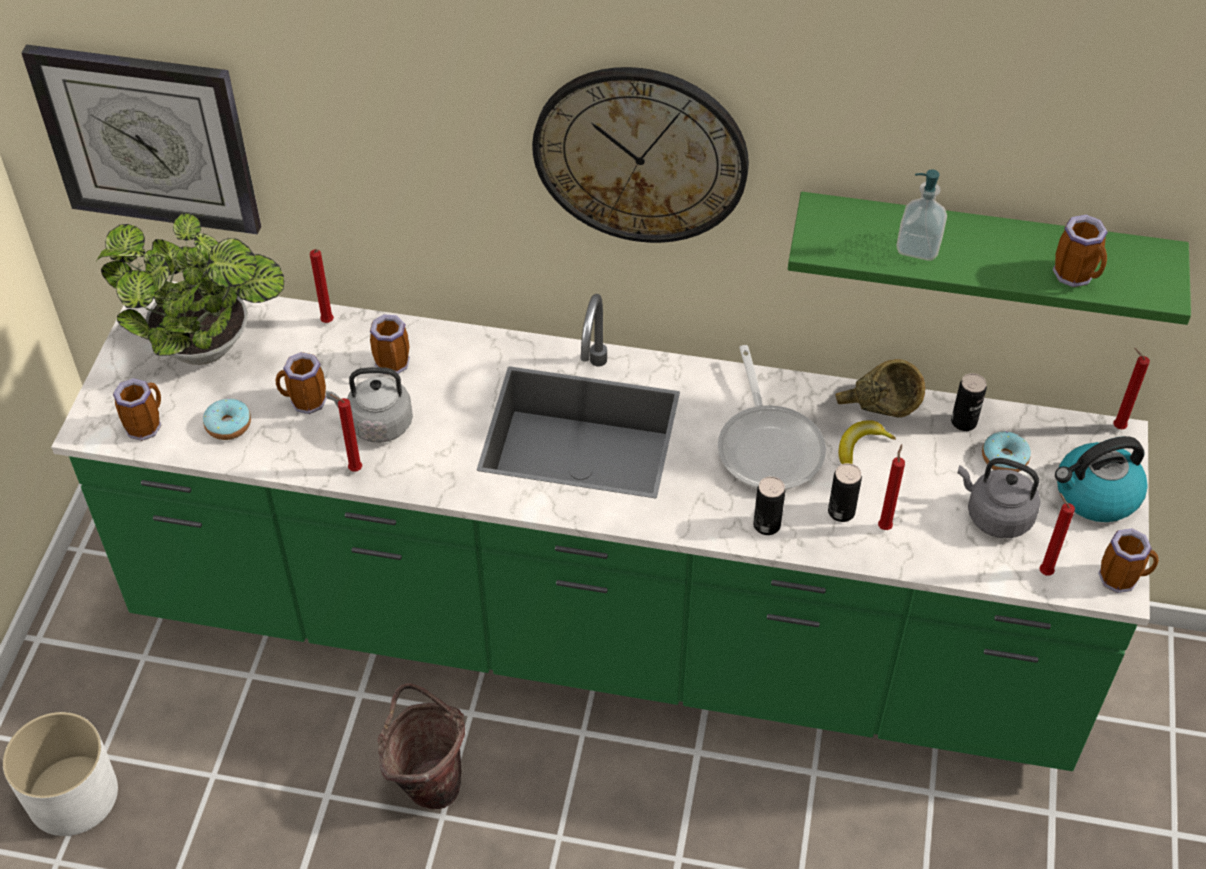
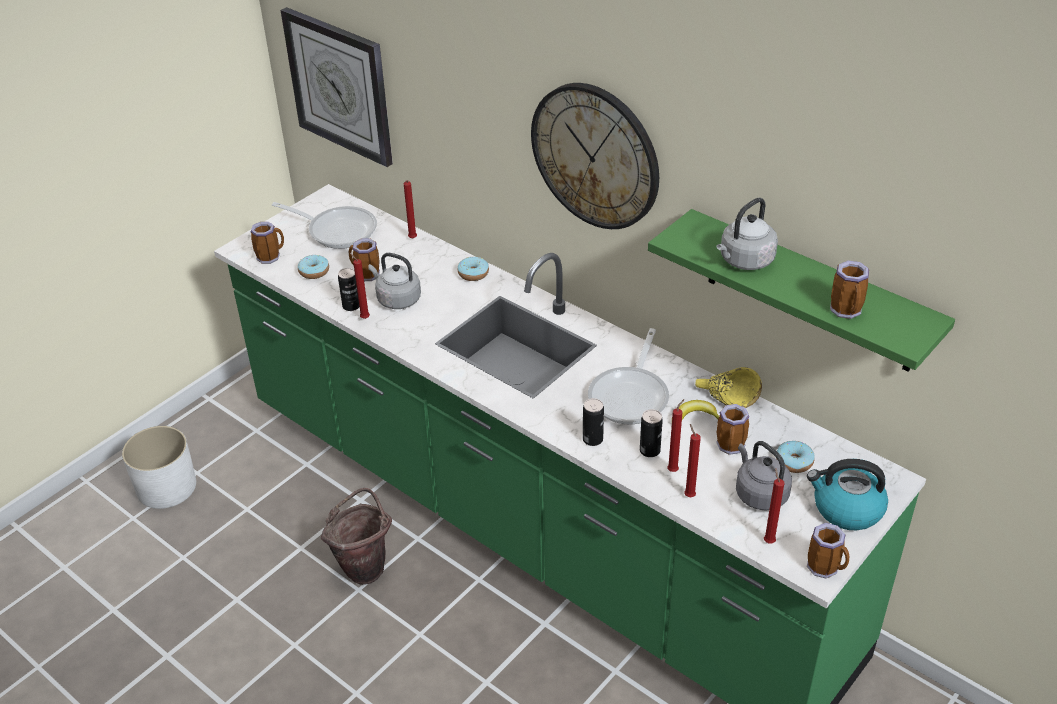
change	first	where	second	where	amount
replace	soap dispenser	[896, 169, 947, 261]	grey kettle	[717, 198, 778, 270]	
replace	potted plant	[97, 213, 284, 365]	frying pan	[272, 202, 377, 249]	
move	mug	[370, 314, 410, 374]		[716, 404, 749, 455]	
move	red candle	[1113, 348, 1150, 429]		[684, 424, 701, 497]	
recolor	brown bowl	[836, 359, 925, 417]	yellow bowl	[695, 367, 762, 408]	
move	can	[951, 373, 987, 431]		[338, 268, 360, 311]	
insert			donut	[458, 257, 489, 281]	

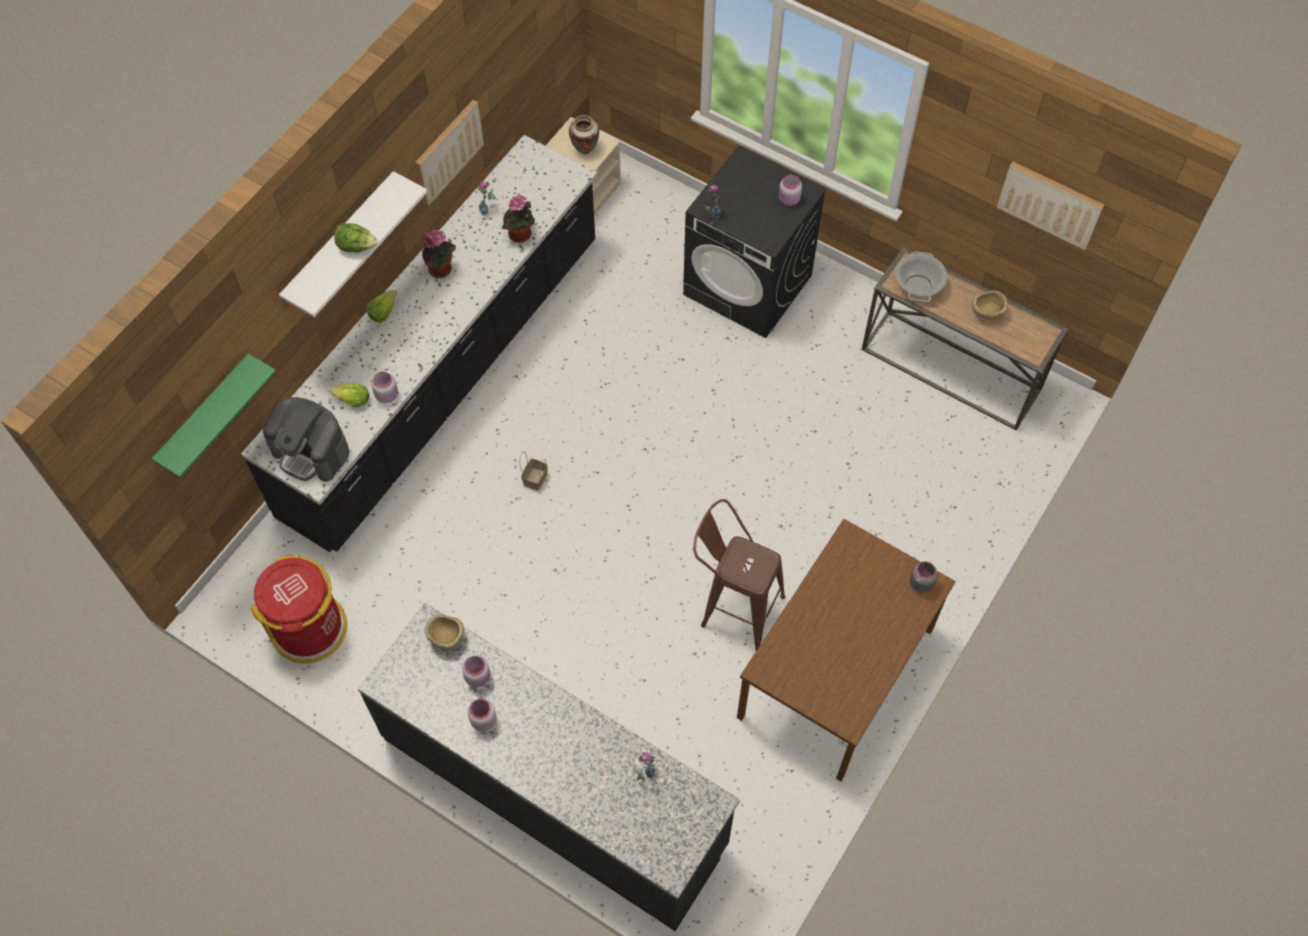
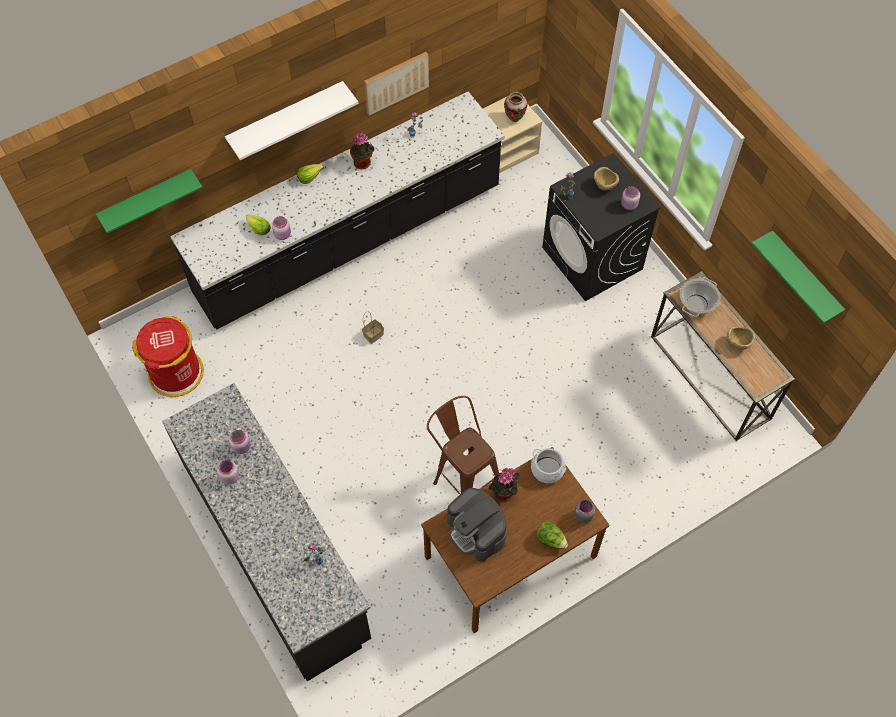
change	first	where	second	where	amount
replace	picture	[997, 161, 1105, 250]	green shelf	[751, 230, 845, 324]	
move	potted plant	[502, 195, 535, 243]		[489, 468, 520, 501]	
move	lettuce	[334, 223, 378, 252]		[536, 521, 568, 549]	
move	coffee machine	[263, 397, 349, 482]		[447, 488, 507, 562]	
move	beige bowl	[425, 614, 464, 650]		[594, 167, 619, 190]	
insert			cooking pot	[531, 448, 566, 483]	

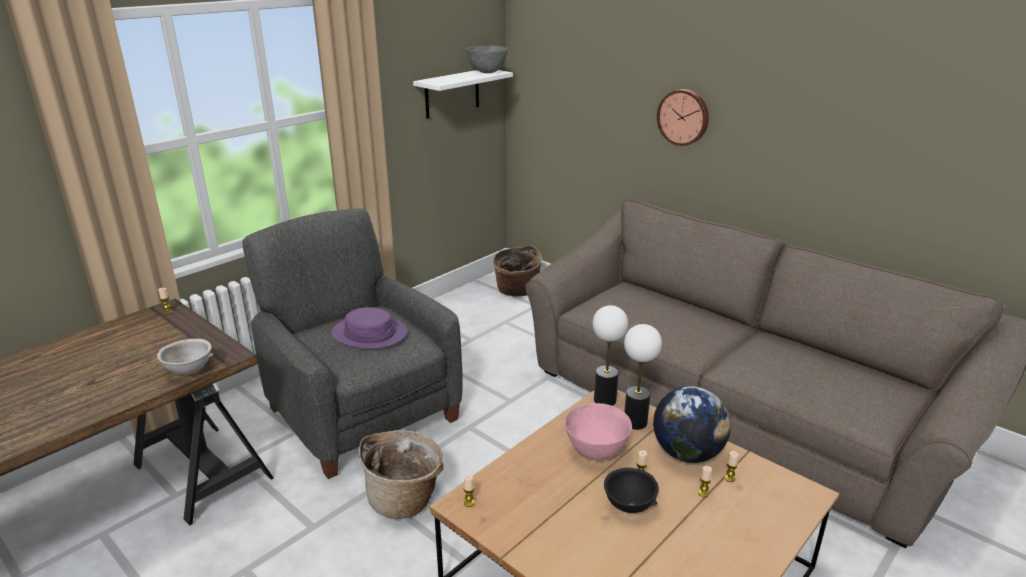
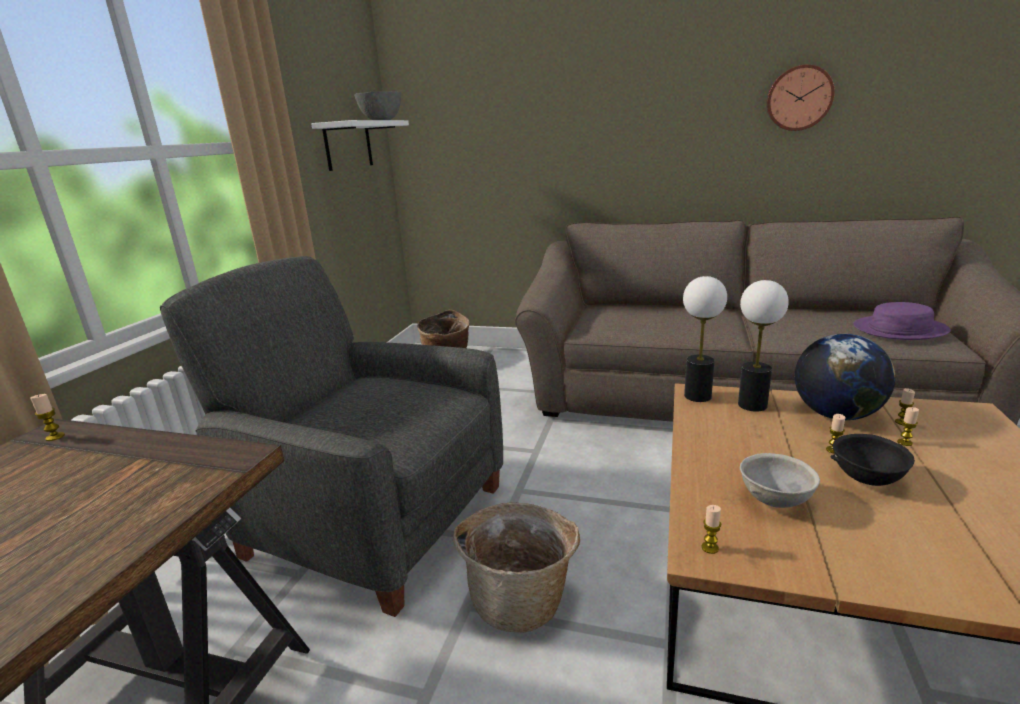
change	first	where	second	where	amount
move	wall clock	[657, 89, 709, 146]		[766, 64, 835, 131]	
move	purple hat	[332, 307, 407, 349]		[853, 302, 951, 340]	
move	grey bowl	[157, 339, 214, 375]		[740, 453, 820, 508]	
delete	pink bowl	[565, 403, 632, 461]			

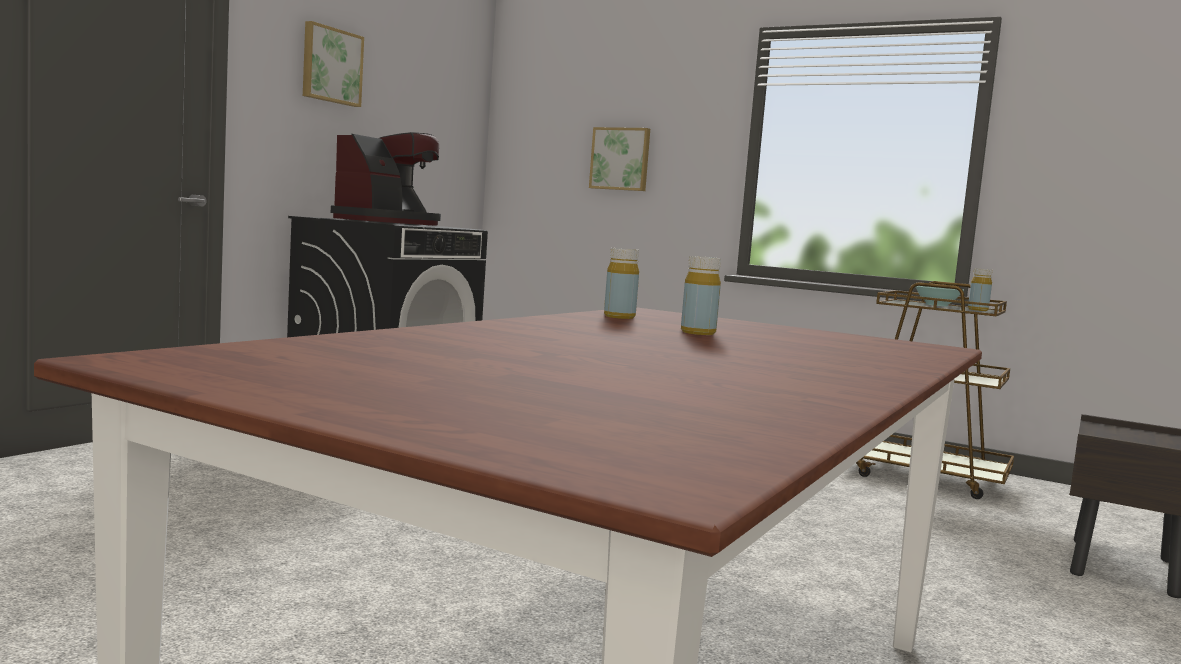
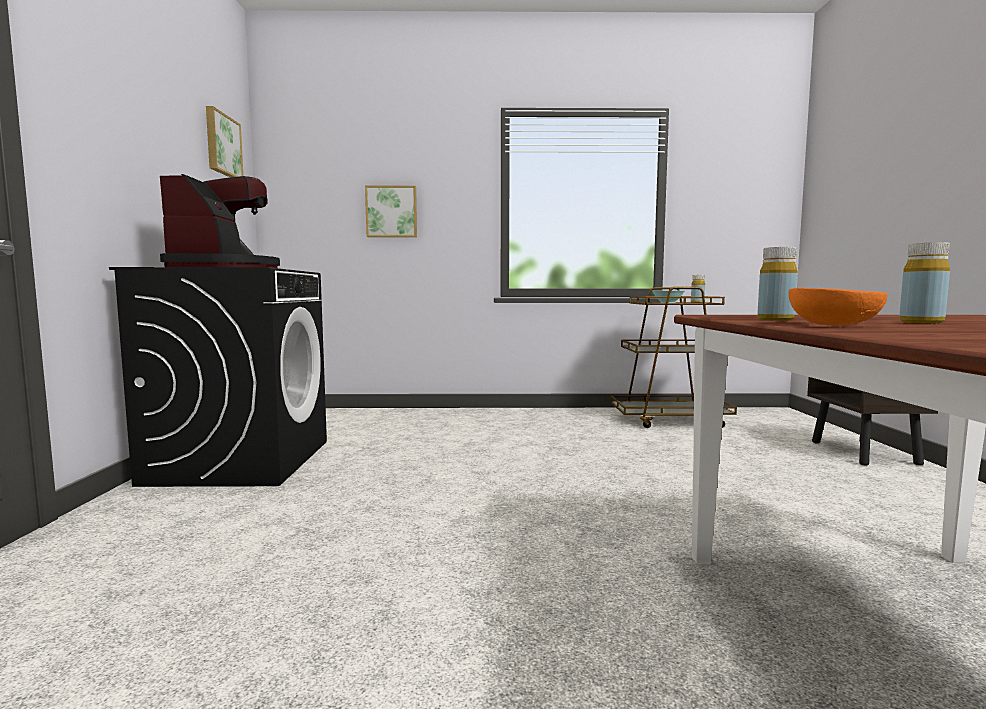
change	first	where	second	where	amount
move	picture	[303, 21, 364, 107]		[206, 106, 243, 177]	
insert			orange bowl	[788, 288, 888, 326]	

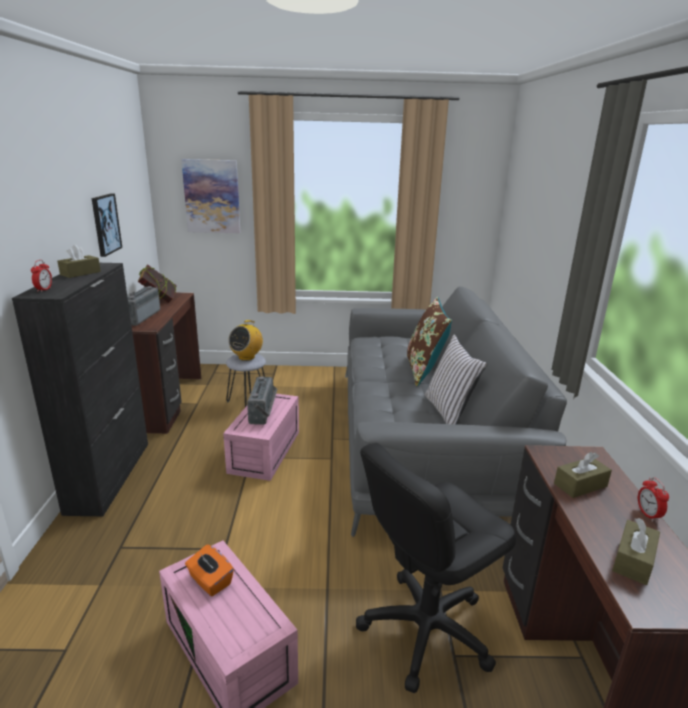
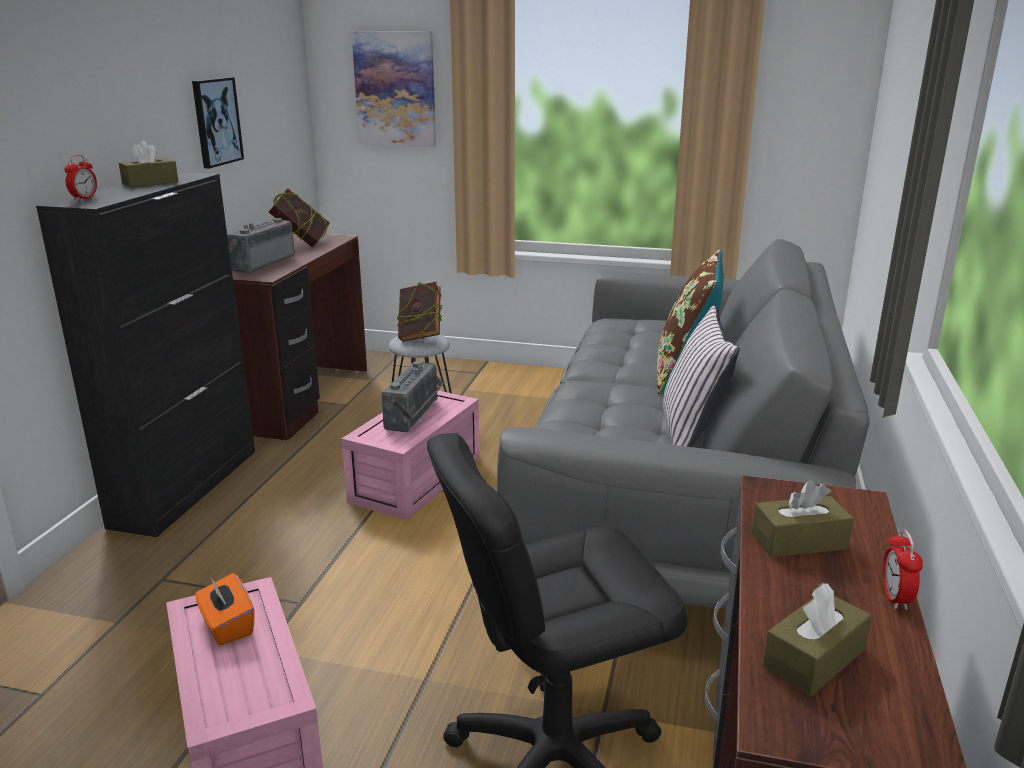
change	first	where	second	where	amount
replace	radio	[229, 320, 263, 361]	book	[397, 282, 442, 342]	

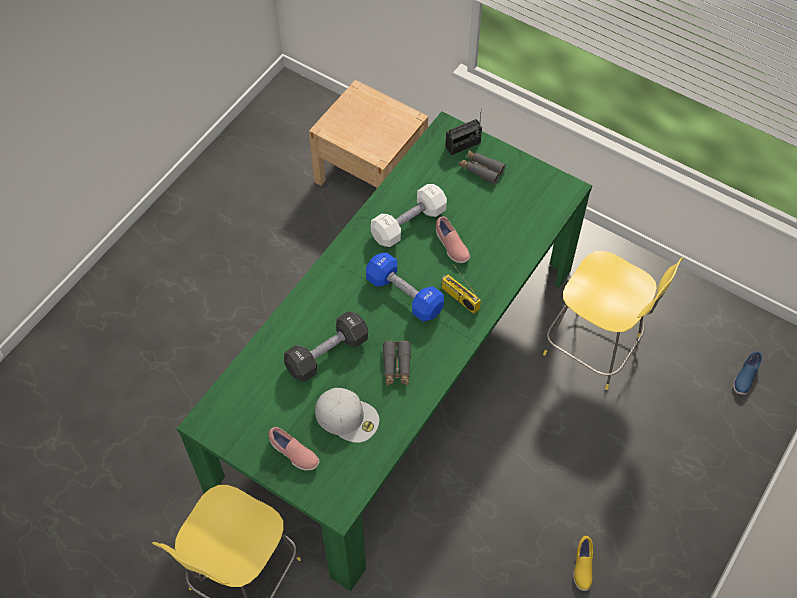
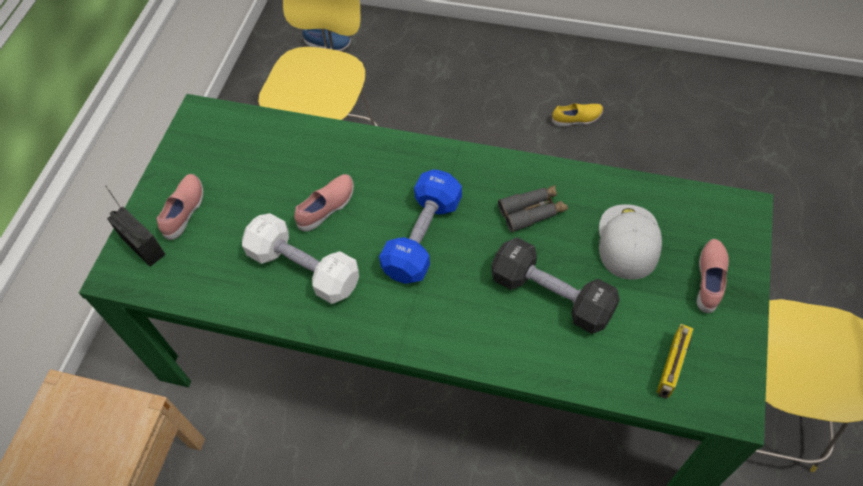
change	first	where	second	where	amount
replace	grey binoculars	[459, 150, 506, 184]	pink shoe	[157, 174, 203, 240]	
move	radio	[441, 264, 481, 314]		[656, 324, 694, 399]	

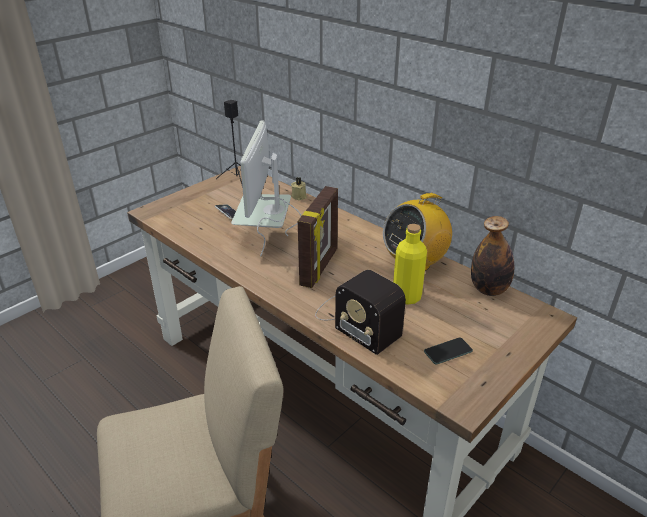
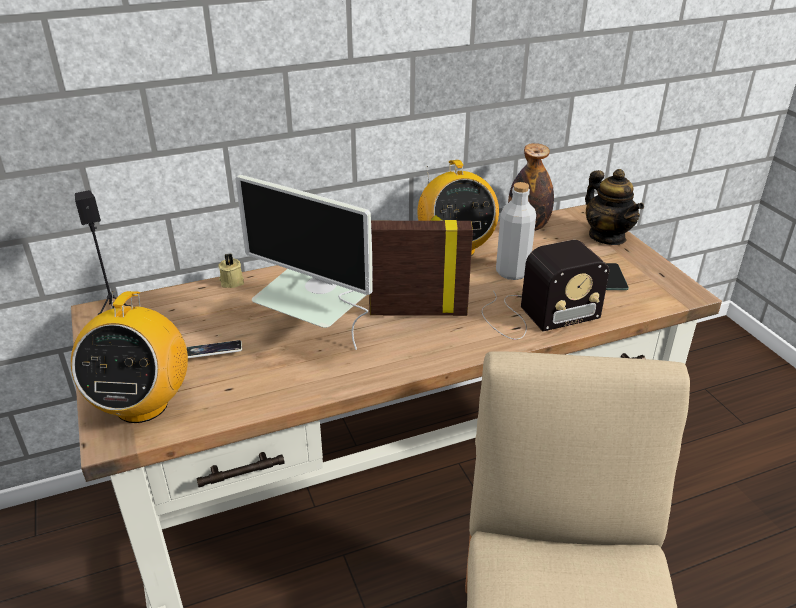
change	first	where	second	where	amount
rotate	picture frame	[298, 186, 338, 288]		[369, 215, 473, 316]	45 degrees counterclockwise
recolor	yellow bottle	[393, 224, 427, 305]	grey bottle	[496, 182, 536, 280]	
insert			teapot	[585, 169, 644, 245]	
insert			radio	[71, 291, 188, 423]	

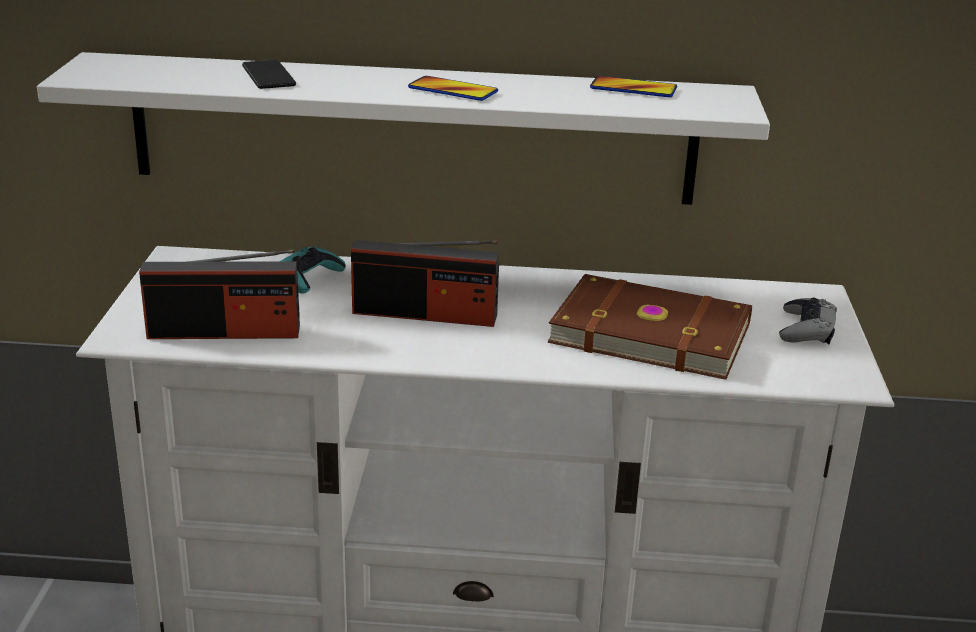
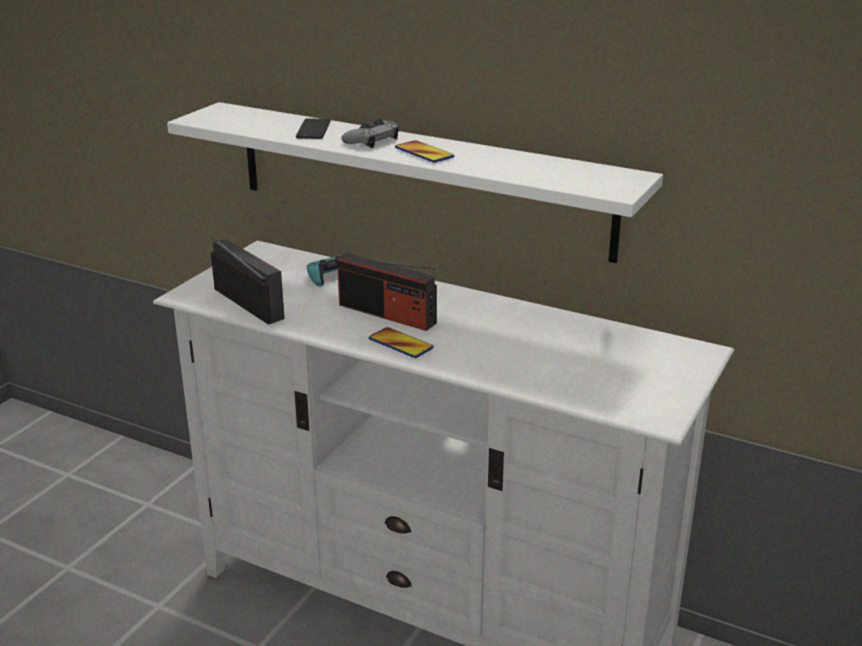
change	first	where	second	where	amount
move	phone	[590, 76, 677, 97]		[369, 327, 434, 358]	
rotate	radio	[139, 249, 300, 339]		[210, 236, 285, 325]	150 degrees counterclockwise
delete	brown book	[548, 274, 752, 380]			
move	grey game controller	[779, 298, 837, 345]		[341, 118, 399, 148]	

